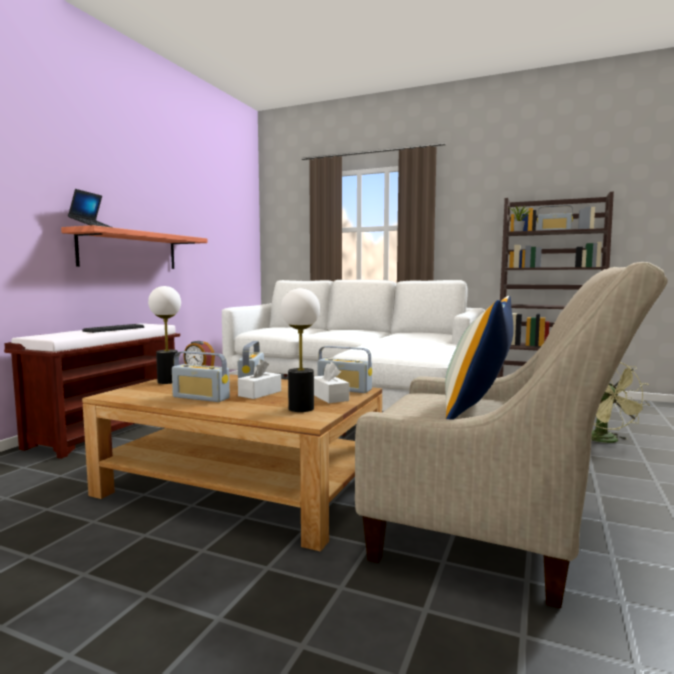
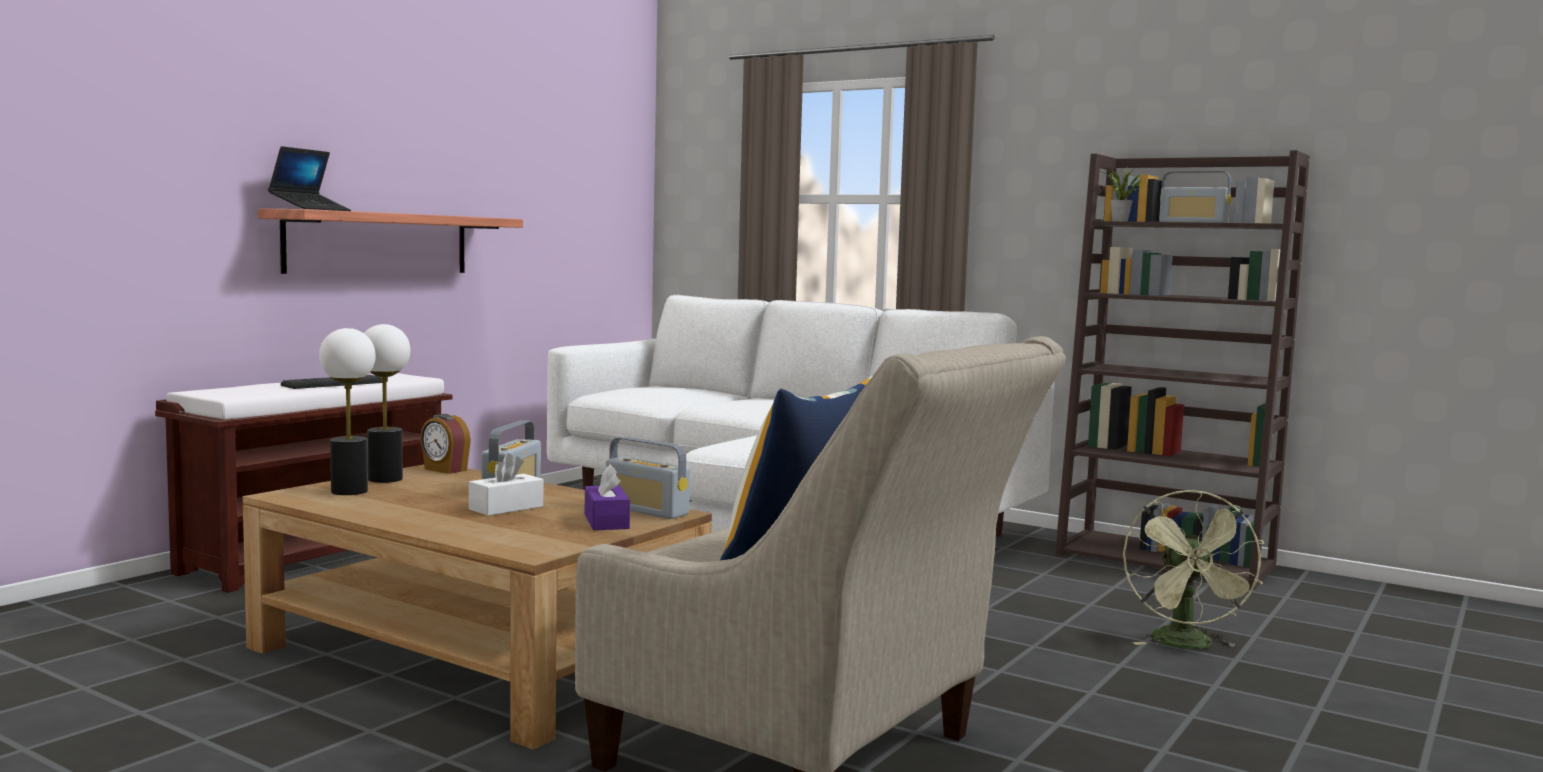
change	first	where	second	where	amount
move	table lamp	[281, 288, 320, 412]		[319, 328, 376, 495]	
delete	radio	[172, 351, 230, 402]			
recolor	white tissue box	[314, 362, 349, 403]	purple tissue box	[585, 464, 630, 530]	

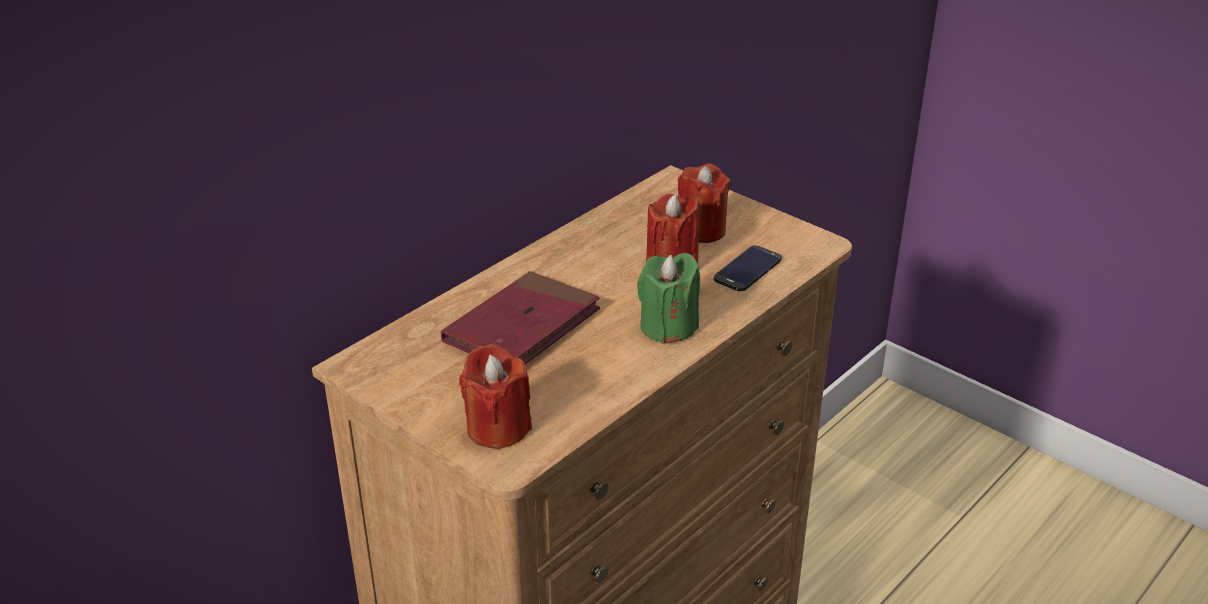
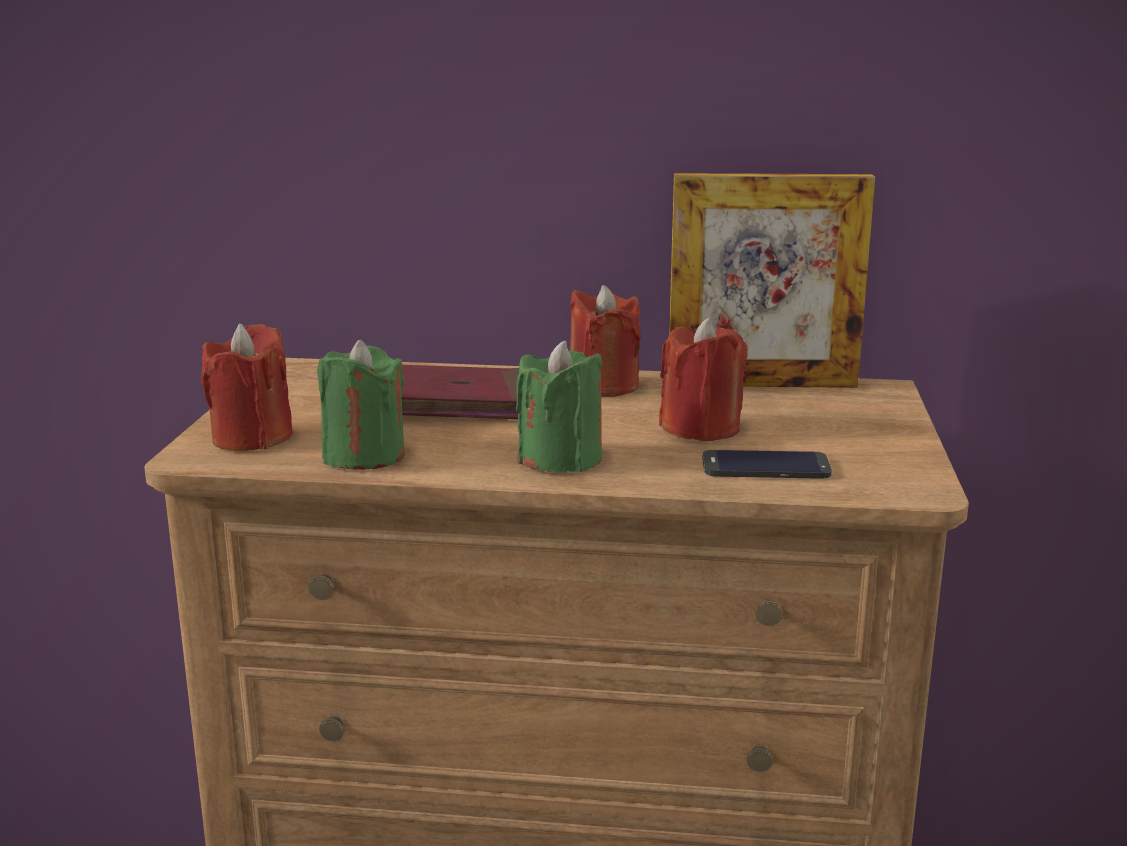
change	first	where	second	where	amount
move	red candle	[678, 163, 730, 243]		[570, 285, 641, 397]	
insert			picture frame	[669, 173, 875, 388]	
insert			green candle	[317, 340, 405, 470]	

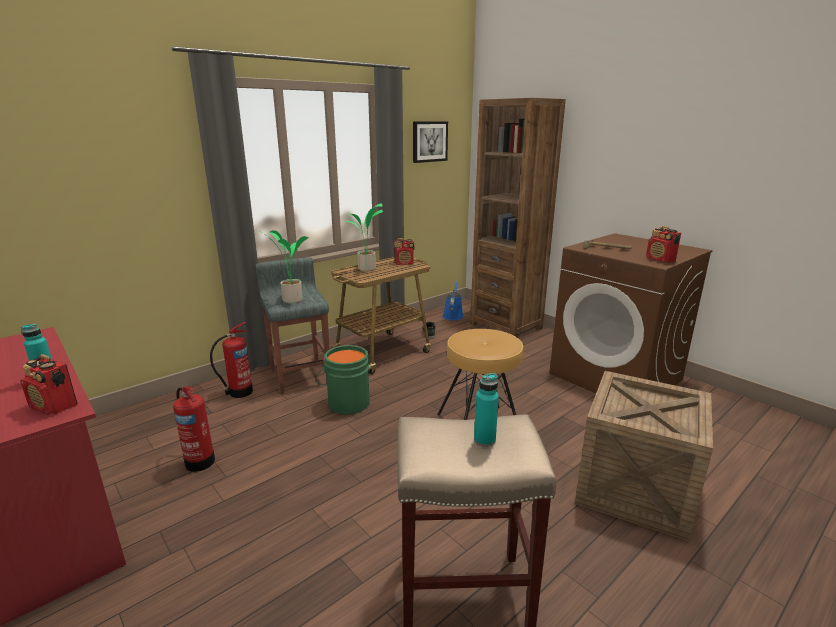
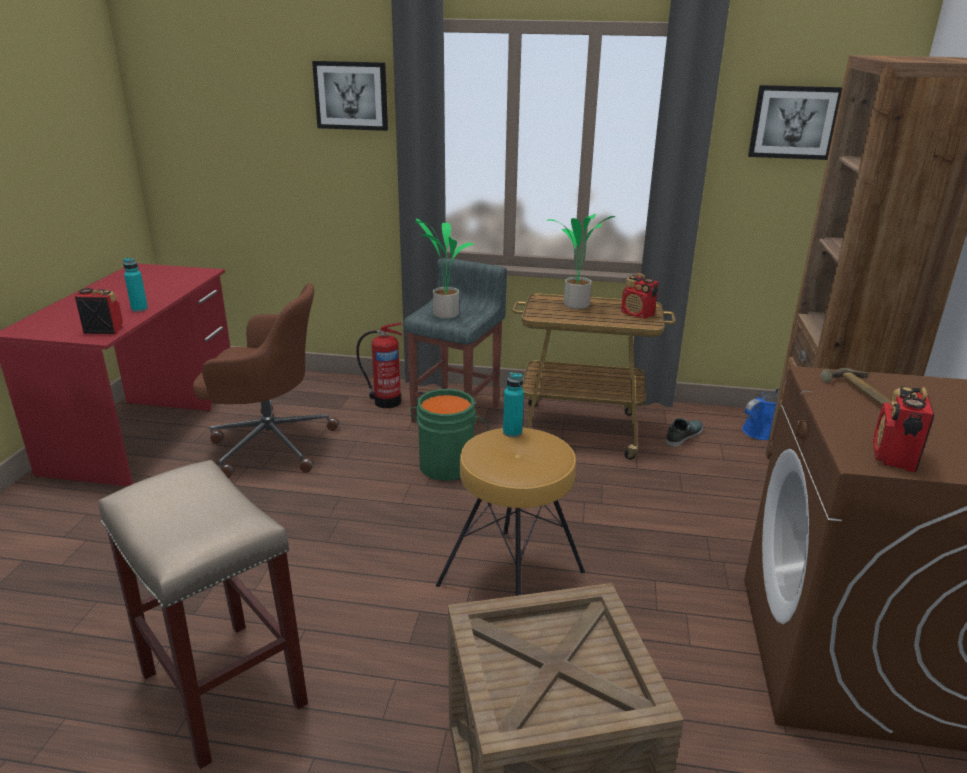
change	first	where	second	where	amount
rotate	radio	[20, 354, 78, 415]		[75, 288, 123, 334]	105 degrees clockwise
move	turquoise bottle	[474, 373, 499, 447]		[503, 372, 524, 437]	
replace	fire extinguisher	[173, 386, 215, 472]	brown office chair	[193, 283, 339, 478]	
insert			picture	[312, 61, 388, 131]	

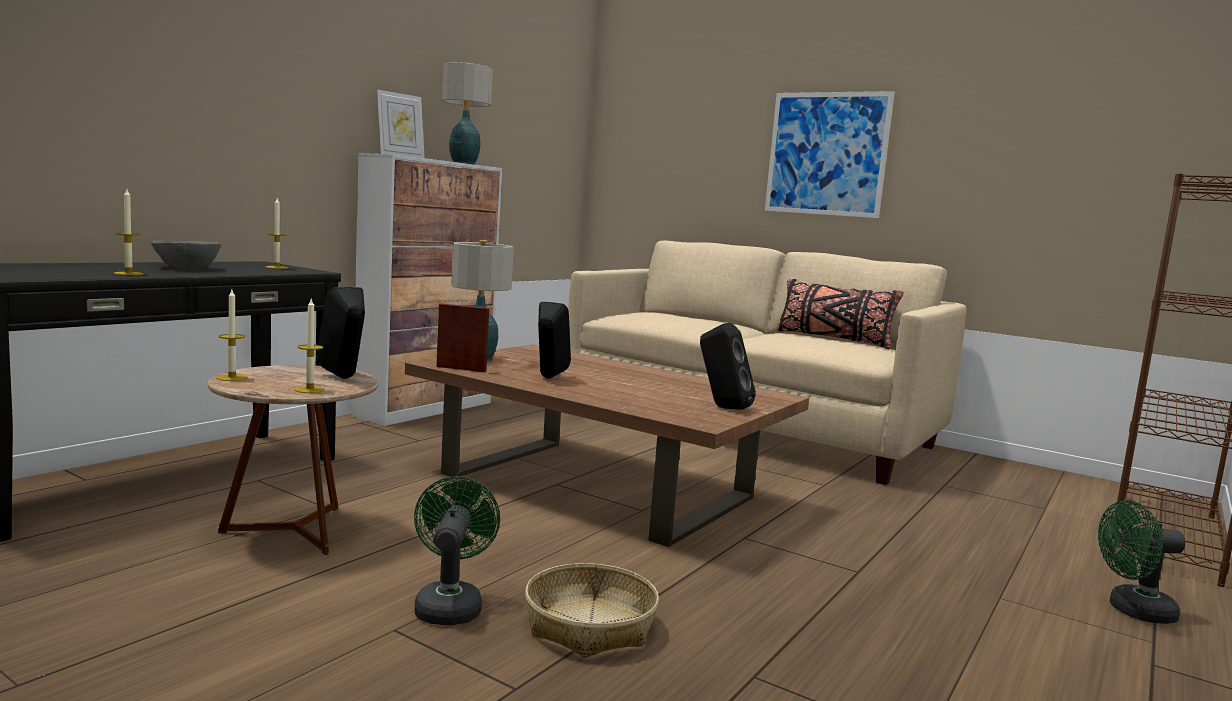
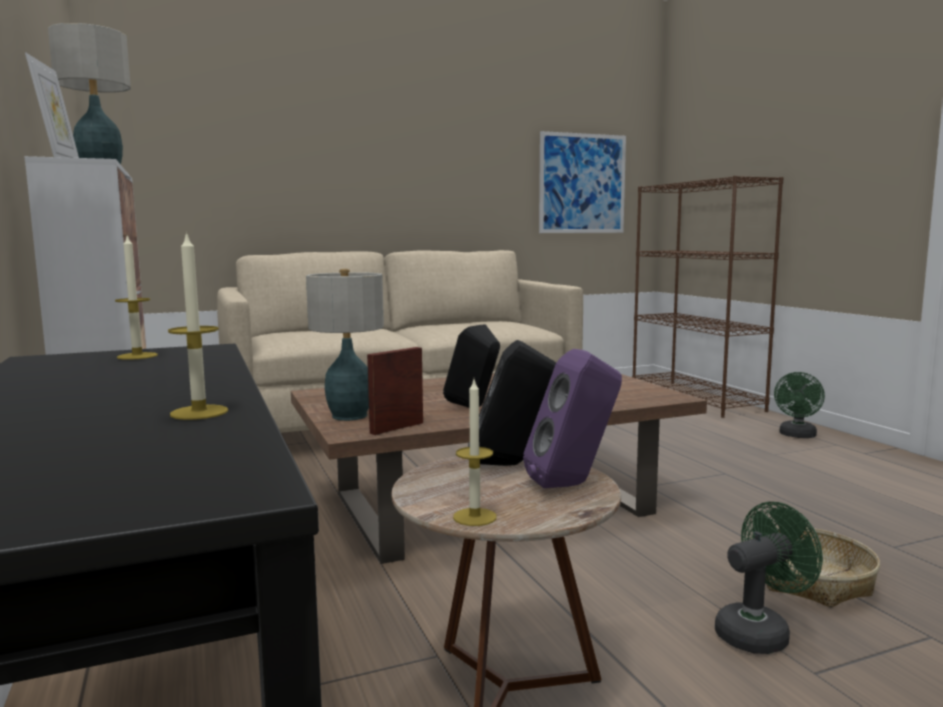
change	first	where	second	where	amount
move	picture	[765, 91, 895, 218]		[539, 131, 626, 233]	
delete	grey bowl	[151, 240, 221, 269]			
delete	black pillow	[776, 279, 903, 349]			
replace	candle	[295, 299, 325, 393]	purple speaker	[523, 349, 622, 488]	
delete	black speaker	[700, 323, 756, 410]			
rotate	green fan	[414, 476, 500, 625]		[715, 502, 823, 654]	120 degrees clockwise

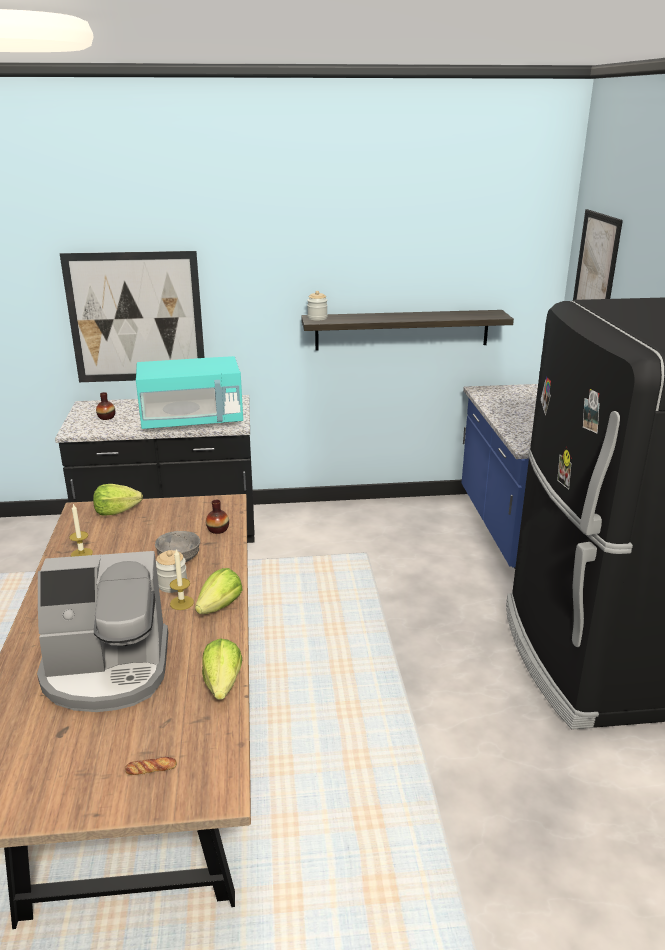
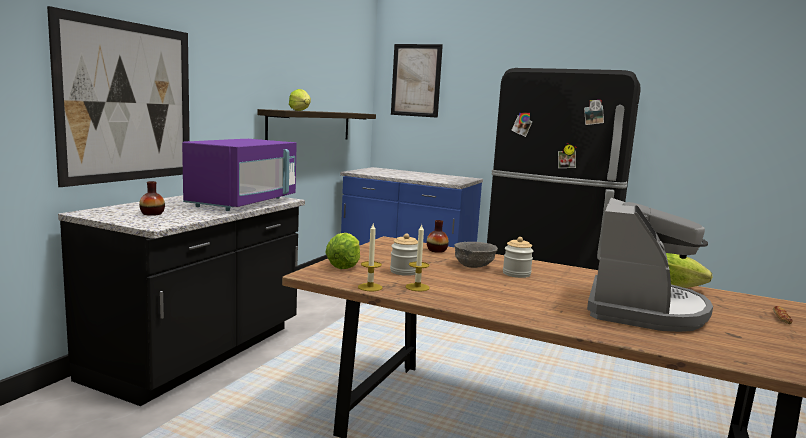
change	first	where	second	where	amount
move	jar	[307, 291, 328, 321]		[390, 233, 418, 276]	
recolor	turquoise microwave	[136, 356, 243, 429]	purple microwave	[182, 139, 297, 211]	
move	candle	[170, 550, 194, 610]		[358, 224, 382, 291]	
move	lettuce	[195, 568, 242, 614]		[289, 89, 311, 111]	

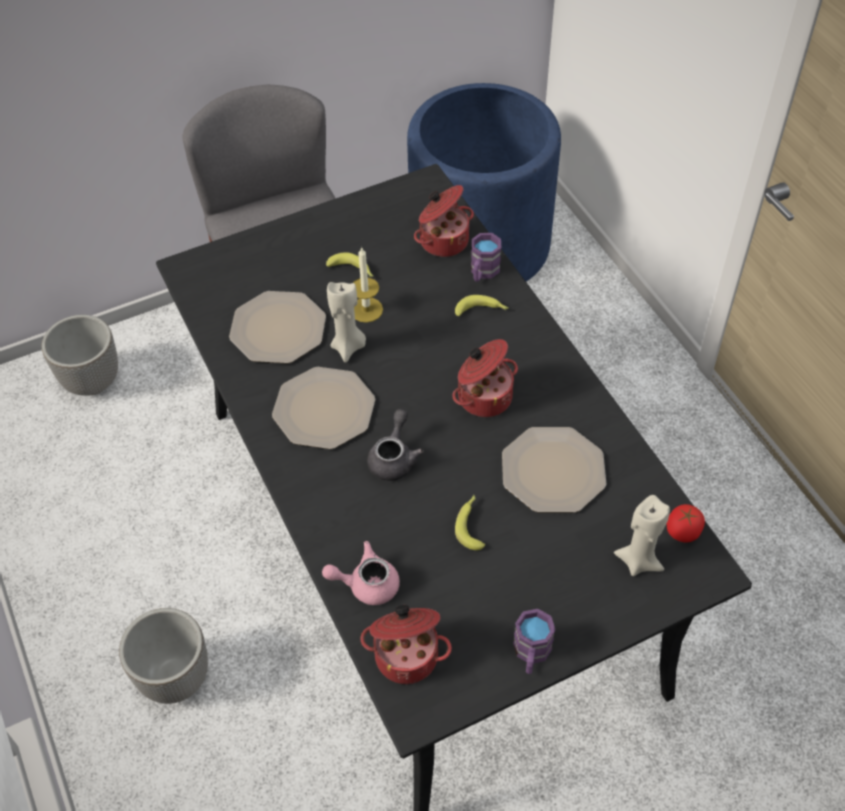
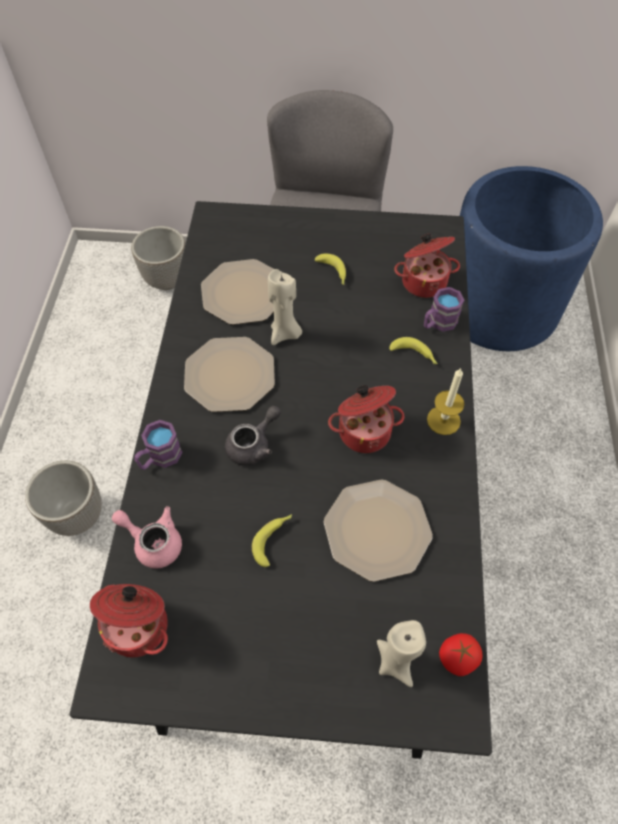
change	first	where	second	where	amount
move	candle	[353, 247, 383, 323]		[427, 368, 464, 435]	
move	purple mug	[513, 609, 555, 674]		[134, 420, 182, 470]	

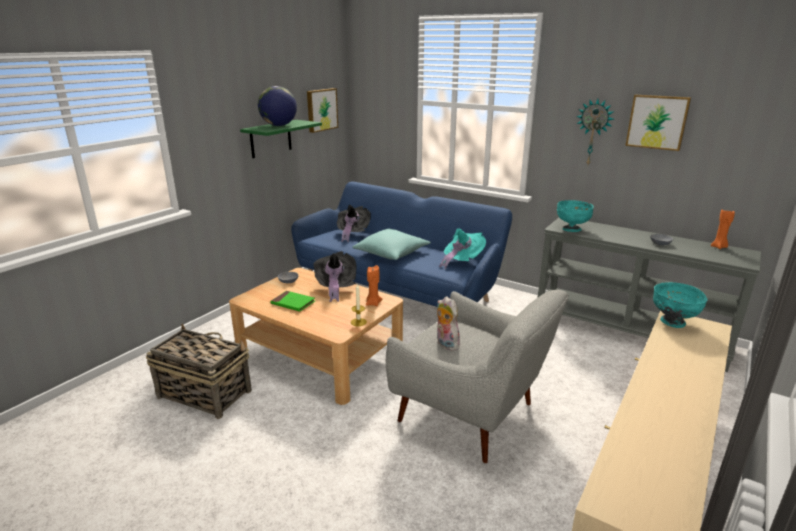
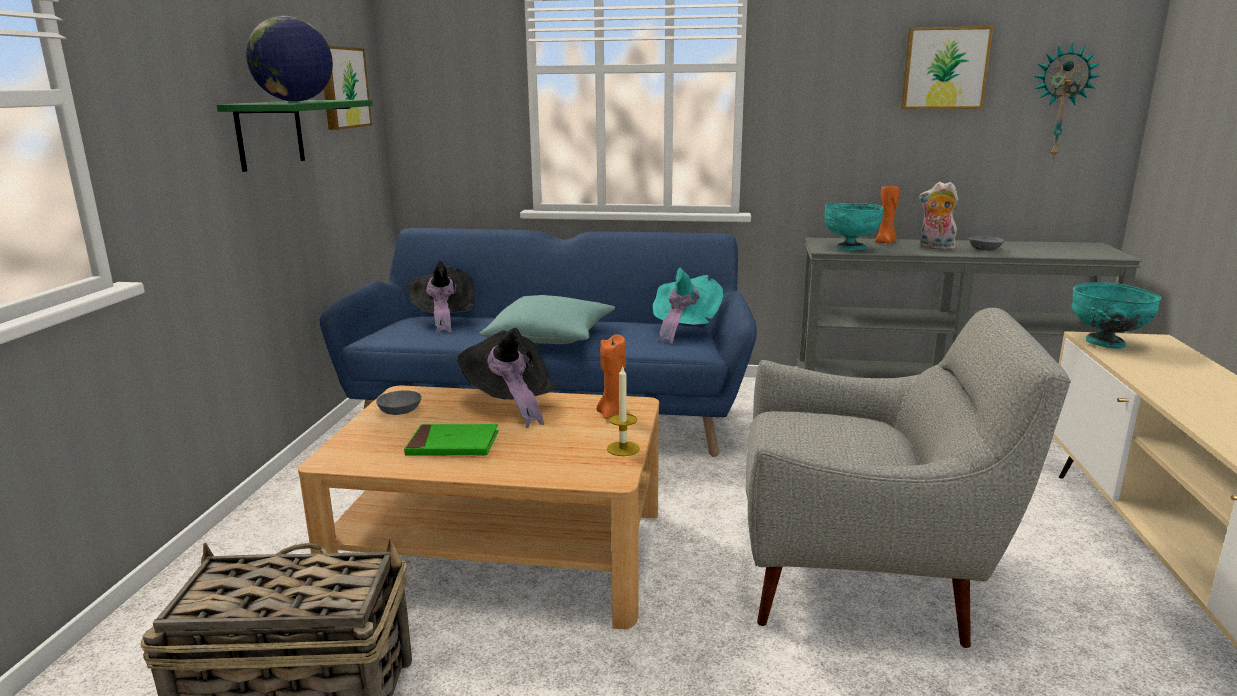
change	first	where	second	where	amount
move	wall clock	[576, 99, 614, 165]		[1034, 43, 1100, 159]	
move	orange candle	[711, 209, 735, 249]		[875, 186, 899, 243]	
move	plush toy	[437, 296, 460, 351]		[919, 182, 959, 250]	

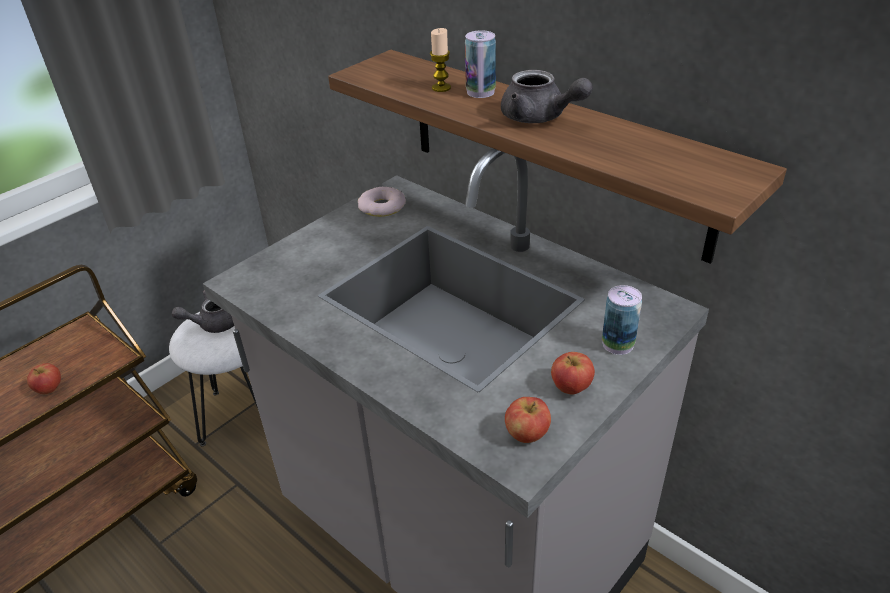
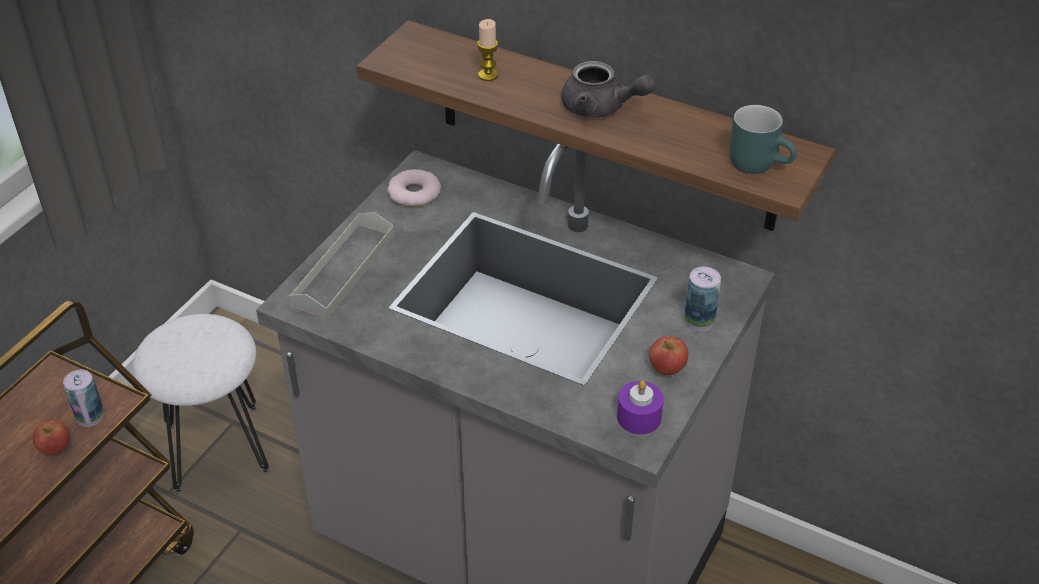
change	first	where	second	where	amount
move	can	[465, 30, 496, 98]		[63, 370, 104, 427]	
delete	grey teapot	[172, 290, 234, 333]			
replace	apple	[505, 397, 551, 443]	purple candle	[617, 380, 664, 434]	
insert			turquoise mug	[729, 105, 797, 174]	
insert			grey tray	[288, 212, 394, 319]	

